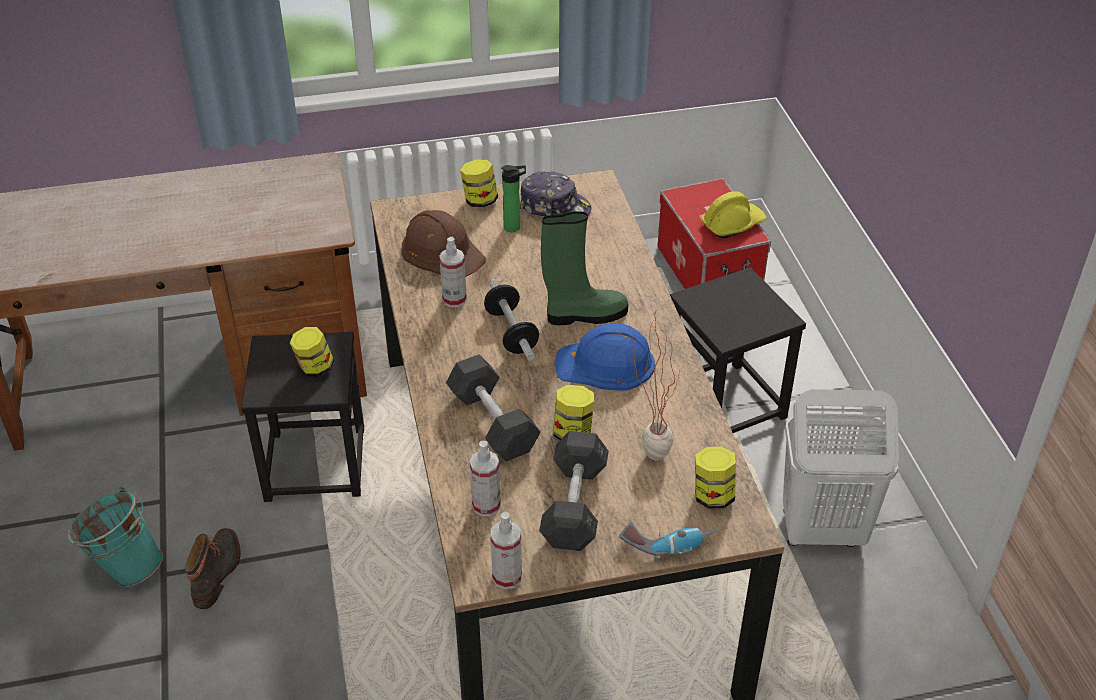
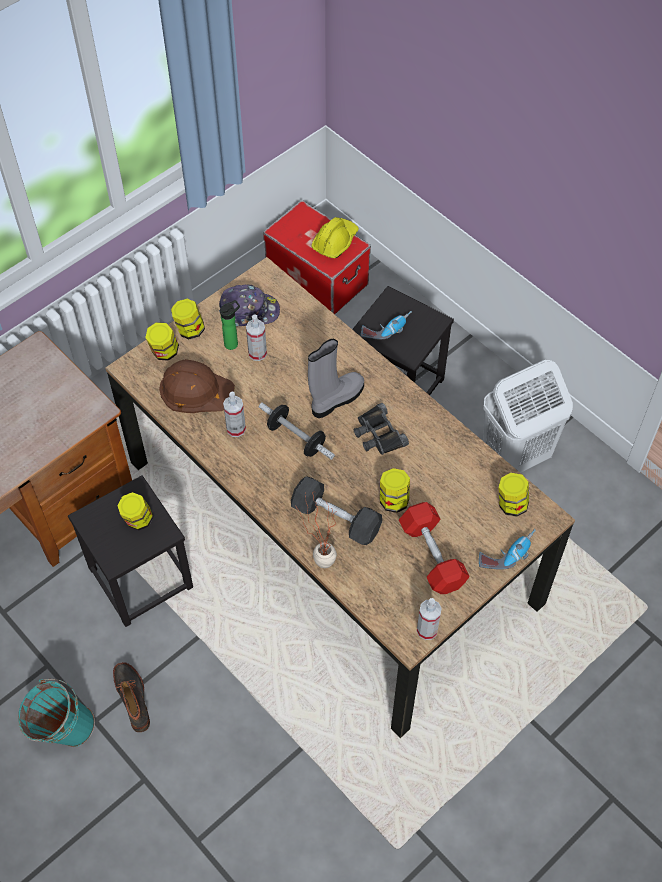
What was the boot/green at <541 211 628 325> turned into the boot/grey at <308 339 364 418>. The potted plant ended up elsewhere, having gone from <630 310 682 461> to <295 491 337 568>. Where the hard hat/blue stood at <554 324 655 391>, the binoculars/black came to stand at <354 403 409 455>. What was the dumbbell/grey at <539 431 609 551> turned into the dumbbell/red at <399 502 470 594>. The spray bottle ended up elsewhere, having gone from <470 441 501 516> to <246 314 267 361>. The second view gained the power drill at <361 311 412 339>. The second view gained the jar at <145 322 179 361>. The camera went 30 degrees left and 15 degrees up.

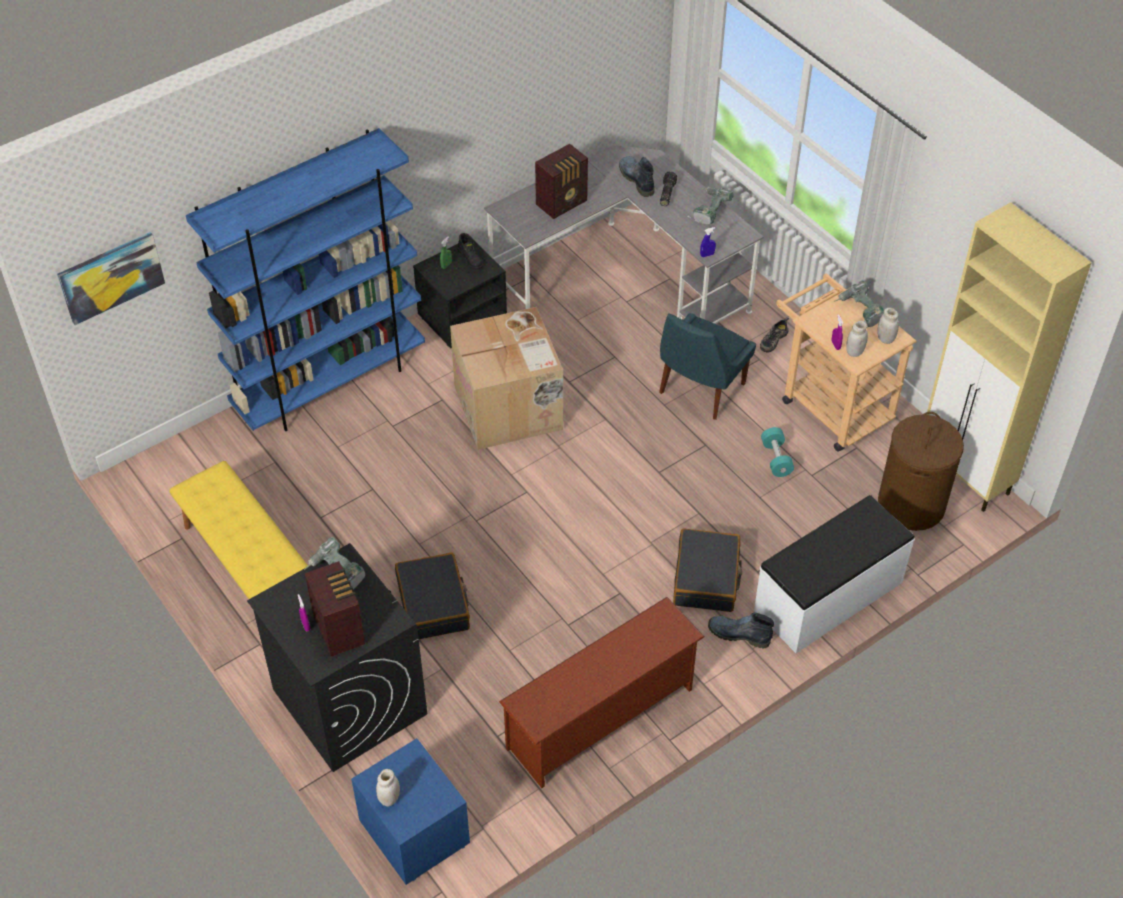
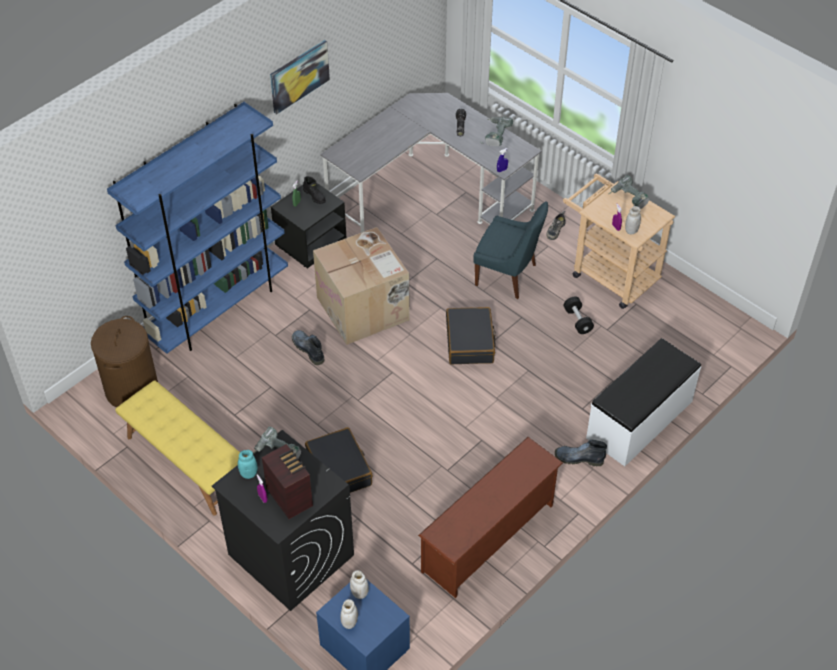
The second view lost the radio at <535 144 588 219>. The boot ended up elsewhere, having gone from <619 156 655 197> to <292 330 325 365>. The second view lost the cabinet/beige at <926 202 1092 512>. The picture ended up elsewhere, having gone from <57 232 165 325> to <270 40 330 114>. The jar/white ended up elsewhere, having gone from <877 308 899 344> to <350 570 369 599>. The chair/blue at <659 313 756 420> ended up facing another way, 90 degrees counterclockwise from before. The laundry basket/brown ended up elsewhere, having gone from <878 412 963 531> to <91 316 158 408>. What was the dumbbell/turquoise at <761 427 794 477> turned into the dumbbell/black at <564 297 594 334>. The suitcase/black ended up elsewhere, having gone from <673 528 742 612> to <446 307 496 364>. The second view gained the jar/turquoise at <238 450 258 479>. The camera went 10 degrees left and 0 degrees up.

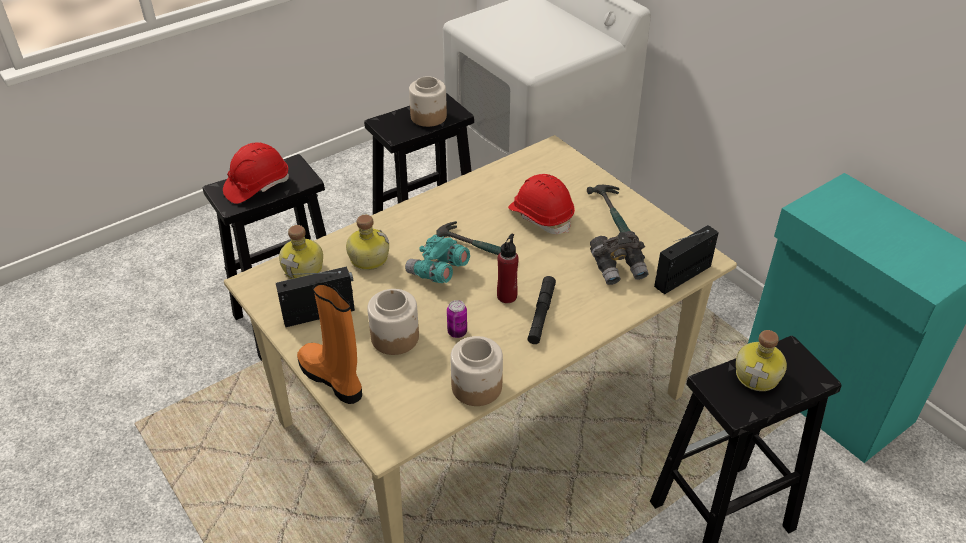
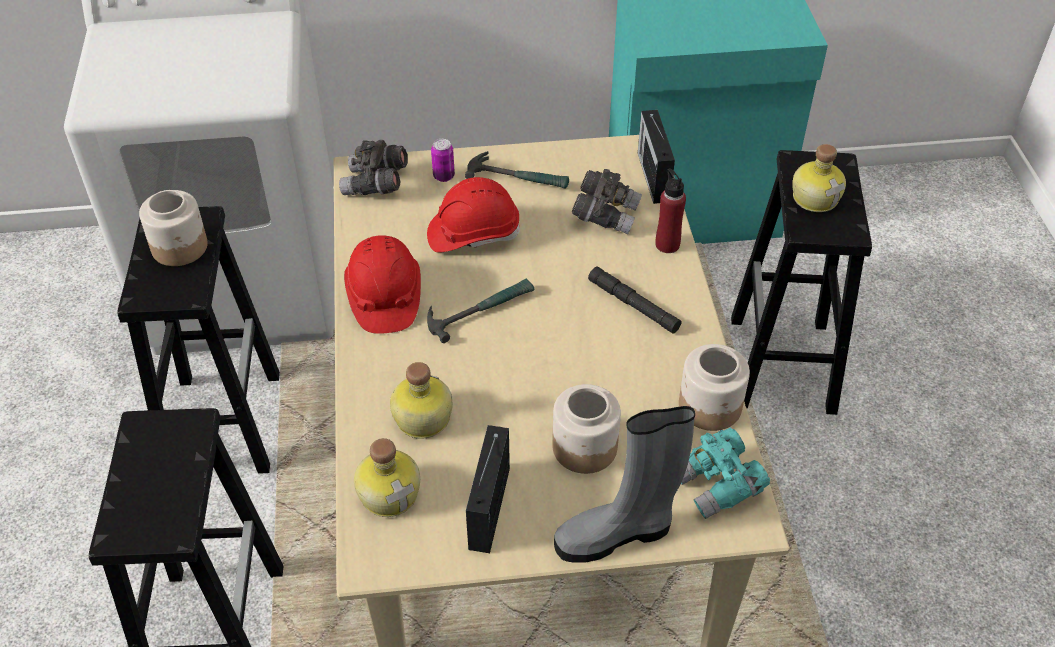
The hard hat/red ended up elsewhere, having gone from <223 142 289 204> to <344 235 421 334>. The binoculars/turquoise ended up elsewhere, having gone from <405 234 470 283> to <681 428 770 519>. The bottle/red ended up elsewhere, having gone from <497 234 519 303> to <656 168 686 253>. What was the boot/orange at <297 282 362 404> turned into the boot/grey at <554 406 695 562>. The can ended up elsewhere, having gone from <447 300 467 338> to <431 139 455 182>. The second view gained the binoculars/grey at <339 140 408 195>. The camera went 60 degrees left and 5 degrees up.

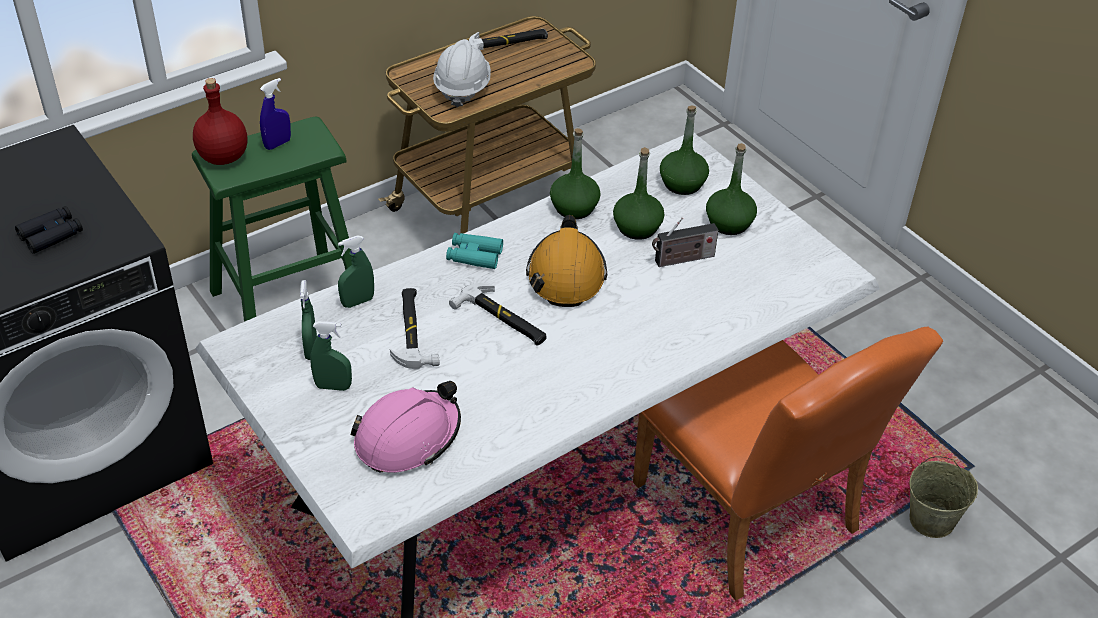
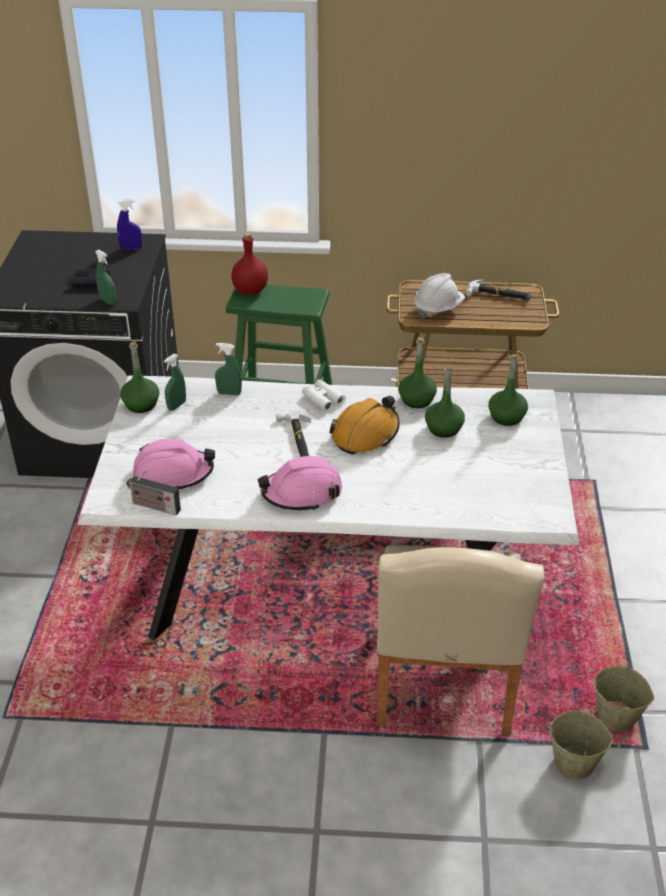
The spray bottle/blue ended up elsewhere, having gone from <260 78 291 150> to <117 200 142 250>. The bottle/green ended up elsewhere, having gone from <706 143 757 235> to <120 341 160 413>. The radio ended up elsewhere, having gone from <652 218 718 267> to <126 470 181 516>. What was the binoculars/turquoise at <446 233 503 269> turned into the binoculars/white at <302 380 346 412>. The second view lost the hammer at <390 288 439 369>. The spray bottle/green ended up elsewhere, having gone from <310 321 352 391> to <95 249 116 305>. What was the chair/orange at <633 327 943 600> turned into the chair/beige at <377 545 544 736>. The second view gained the hard hat/pink at <258 456 342 511>. The second view gained the bucket/beige at <594 662 654 732>. The camera went 40 degrees right and 5 degrees down.

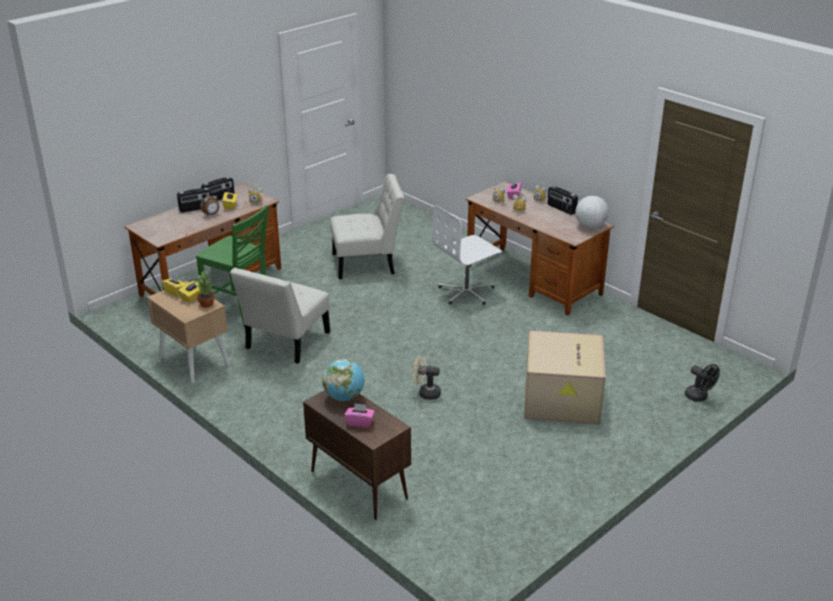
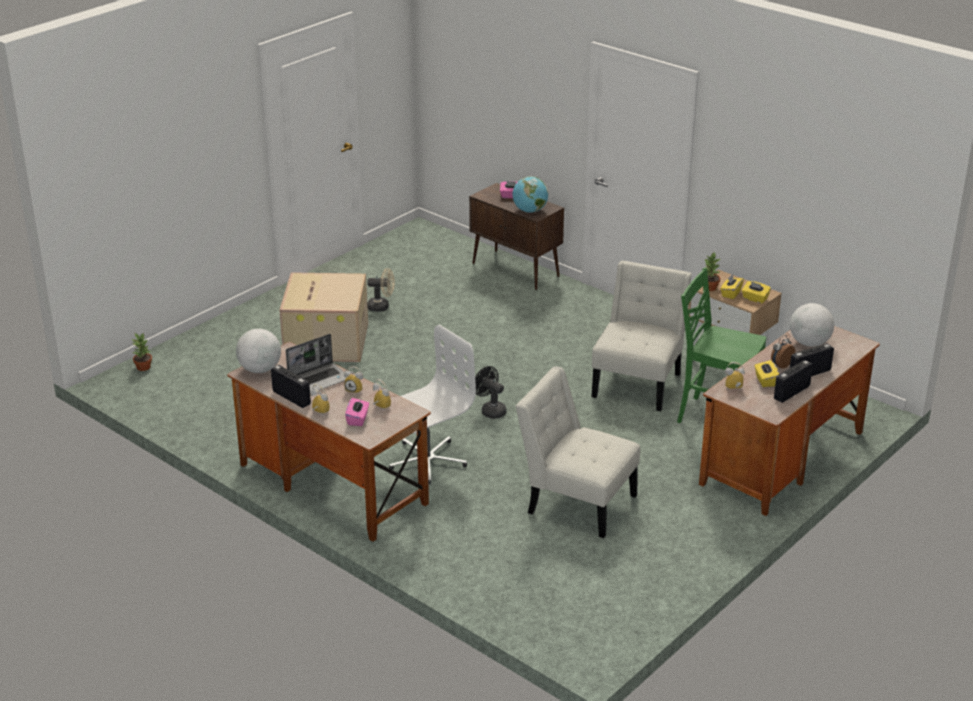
The chair/white at <330 174 404 279> ended up facing another way, 45 degrees clockwise from before. The fan/beige ended up elsewhere, having gone from <412 356 441 400> to <367 268 395 312>. The fan/black ended up elsewhere, having gone from <685 364 720 402> to <475 366 507 419>. The second view gained the globe at <790 303 834 347>. The second view gained the potted plant at <132 333 152 371>. The second view gained the laptop at <286 334 346 391>. The camera went 175 degrees right and 0 degrees up.

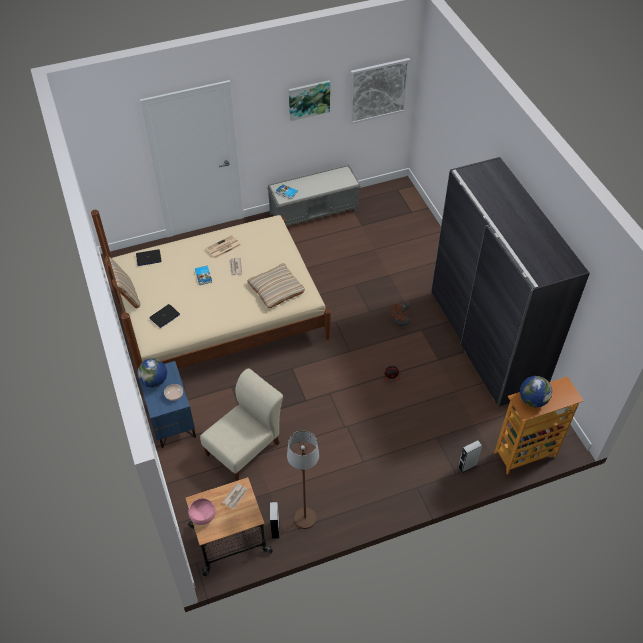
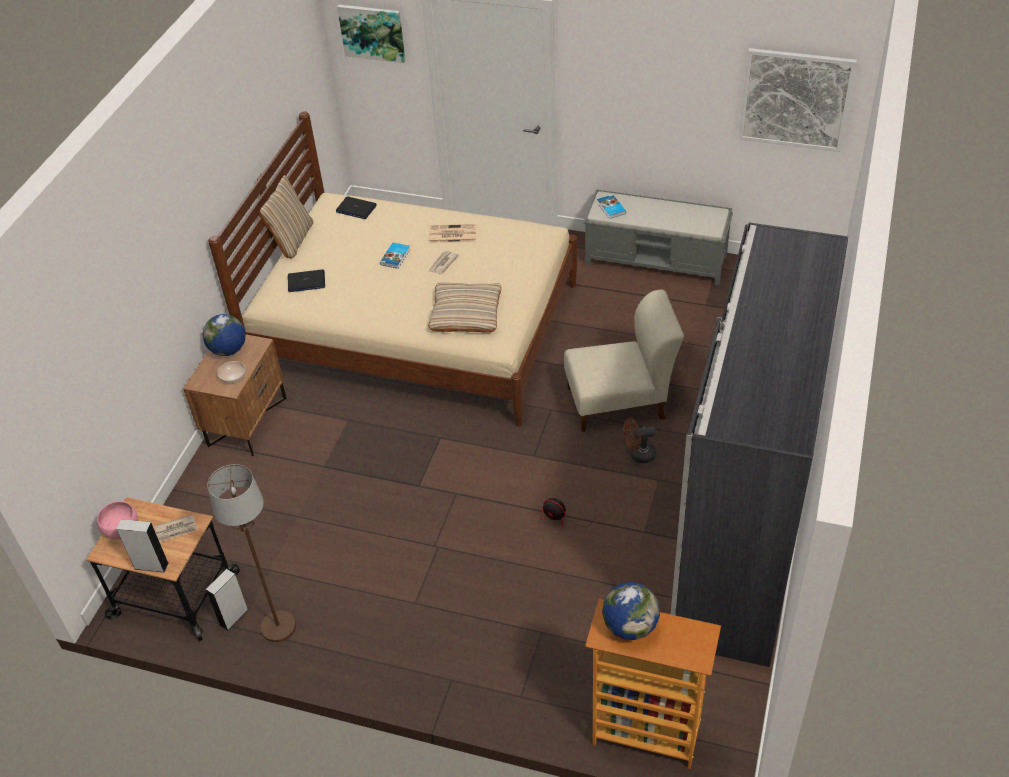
The picture ended up elsewhere, having gone from <289 80 330 121> to <337 5 406 63>. What was the nightstand/blue at <137 361 196 448> turned into the nightstand/brown at <183 334 287 456>. The chair/beige ended up elsewhere, having gone from <200 368 283 481> to <564 289 684 432>. The speaker/grey ended up elsewhere, having gone from <458 440 482 473> to <117 519 169 573>. The camera went 40 degrees right and 5 degrees down.

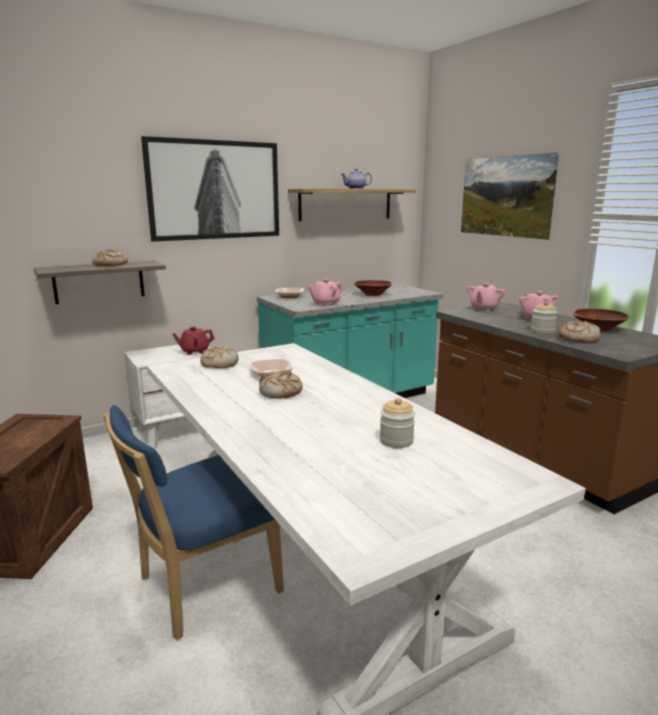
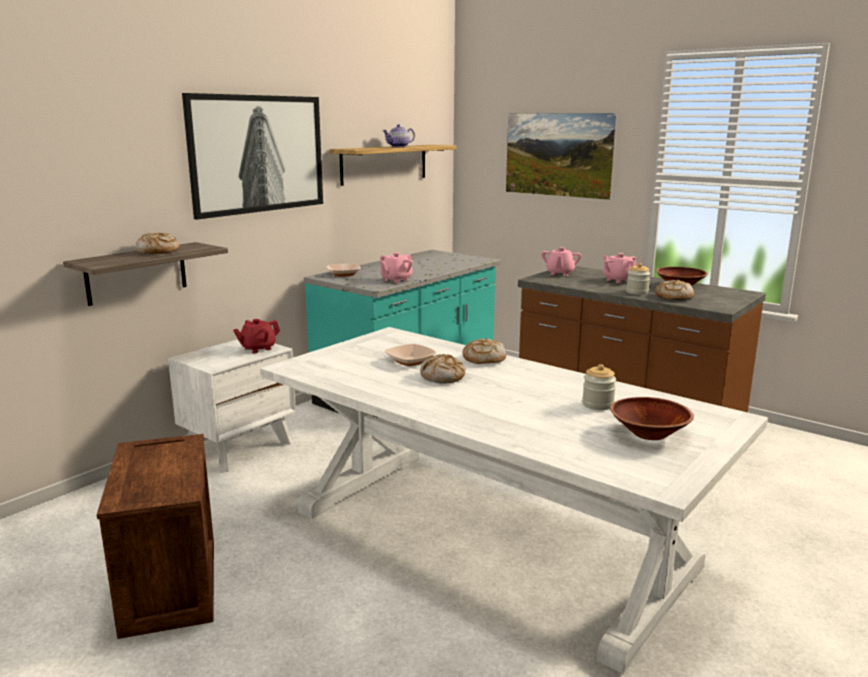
The bowl/brown ended up elsewhere, having gone from <354 280 393 296> to <610 397 694 440>. The bread ended up elsewhere, having gone from <200 346 239 368> to <462 338 506 364>. The second view lost the chair/blue at <103 405 284 640>. The camera went 20 degrees left and 0 degrees up.

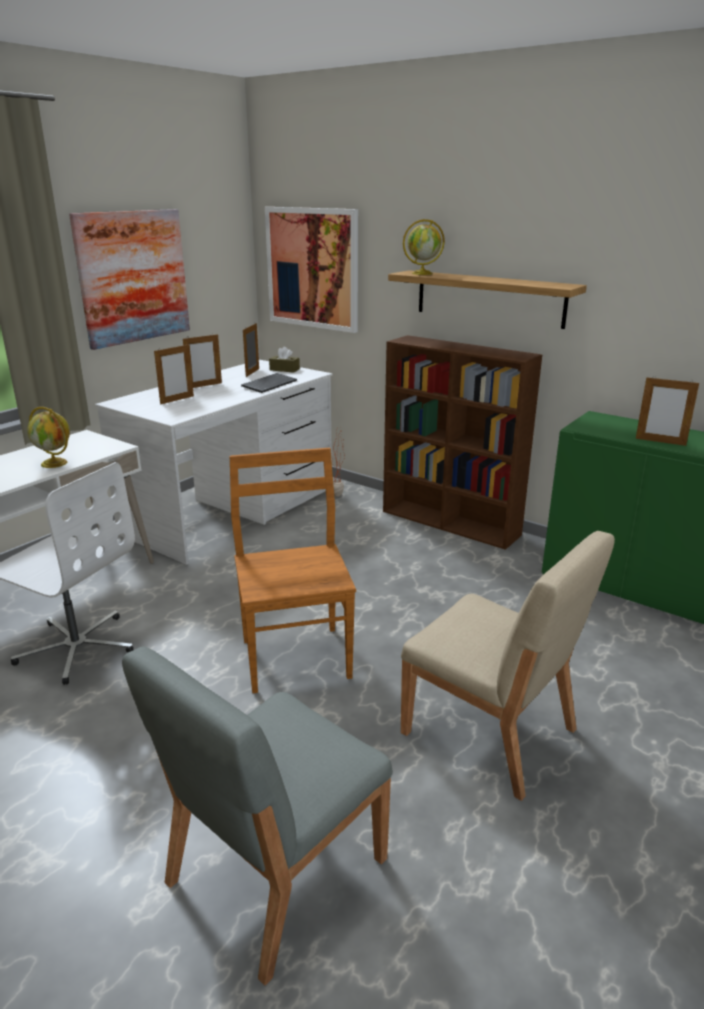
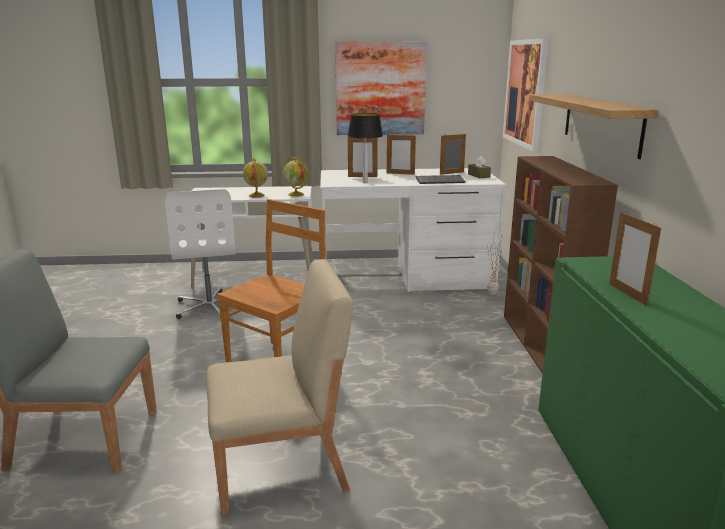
The globe ended up elsewhere, having gone from <403 219 445 275> to <283 157 308 197>. The chair/beige at <401 531 615 801> ended up facing another way, 105 degrees counterclockwise from before. The second view gained the table lamp at <348 113 383 183>. The camera went 50 degrees right and 5 degrees down.

